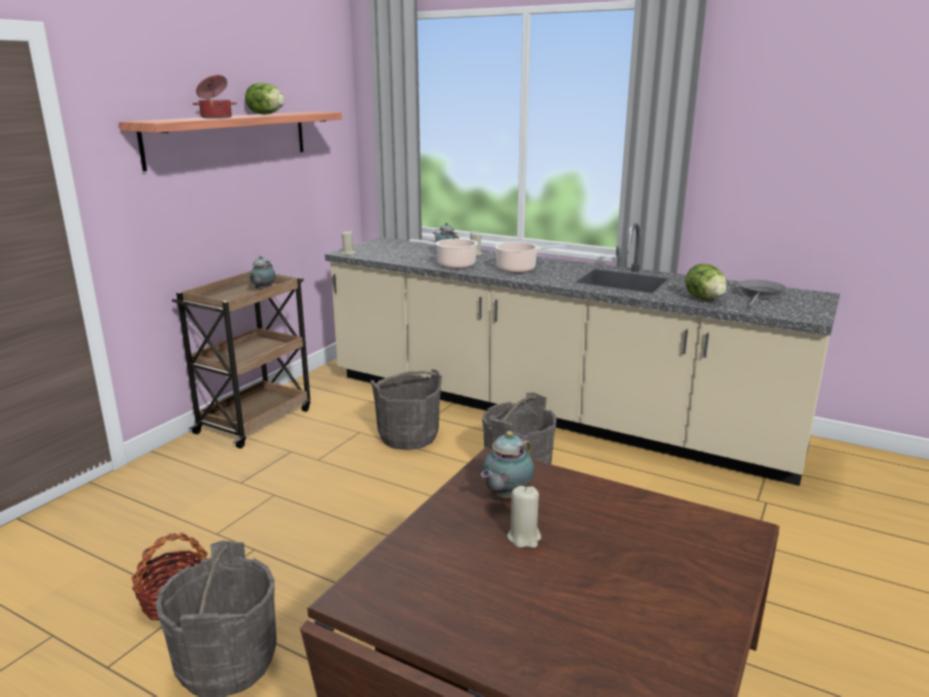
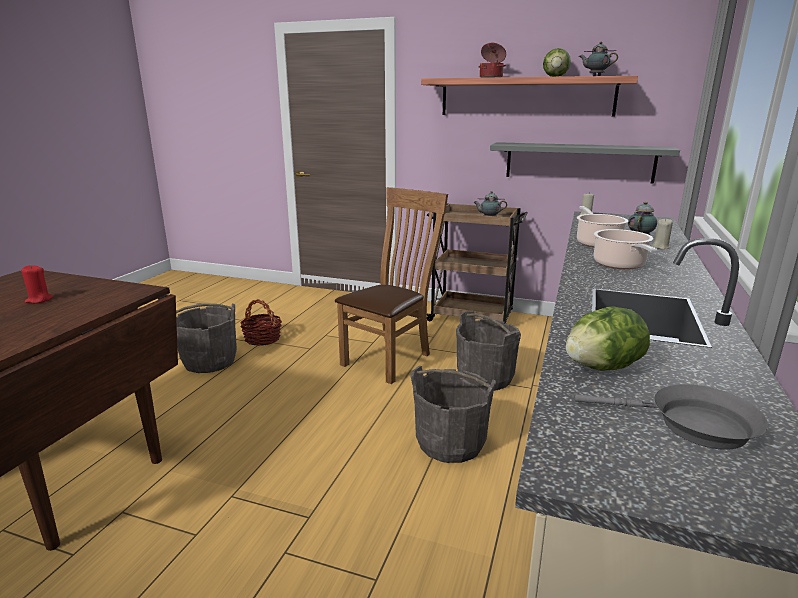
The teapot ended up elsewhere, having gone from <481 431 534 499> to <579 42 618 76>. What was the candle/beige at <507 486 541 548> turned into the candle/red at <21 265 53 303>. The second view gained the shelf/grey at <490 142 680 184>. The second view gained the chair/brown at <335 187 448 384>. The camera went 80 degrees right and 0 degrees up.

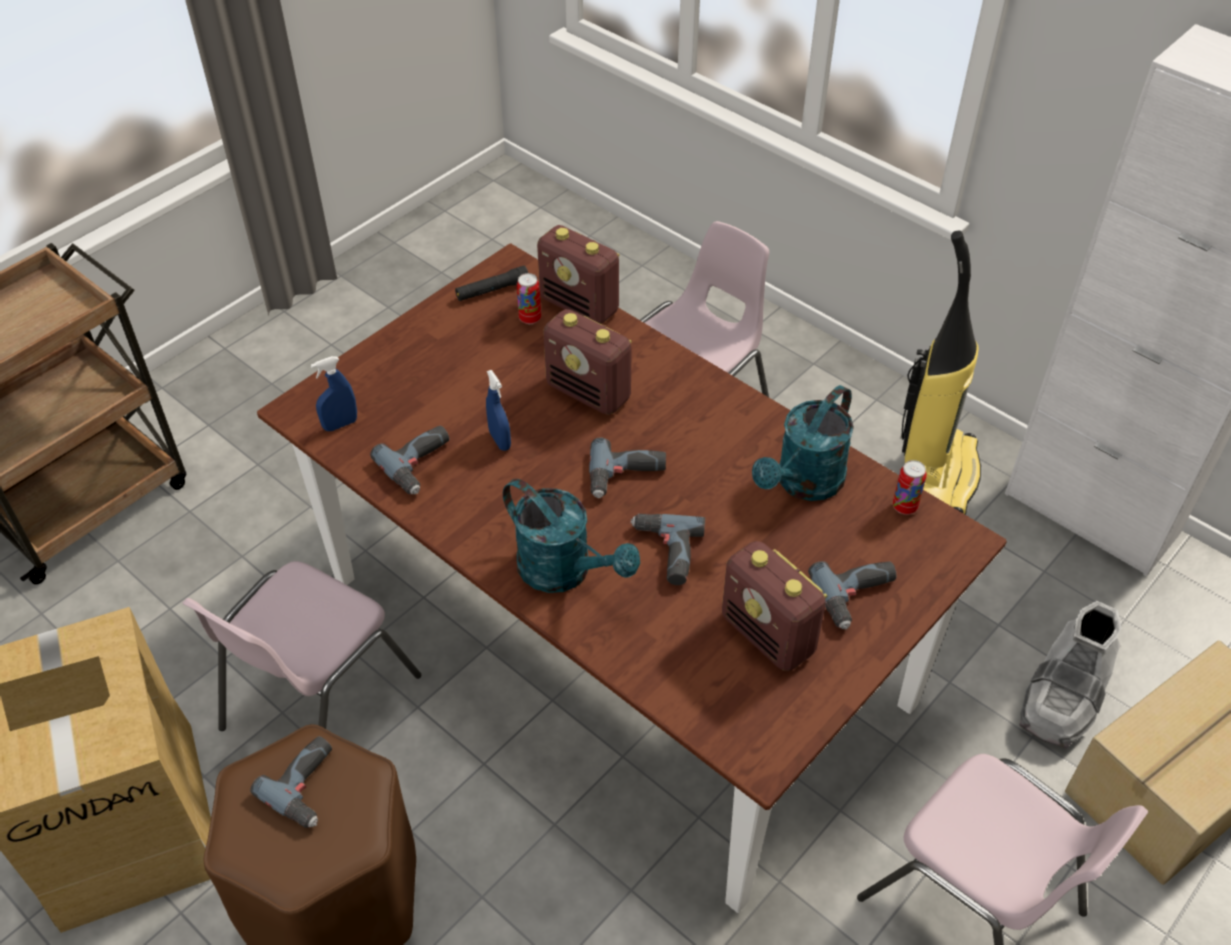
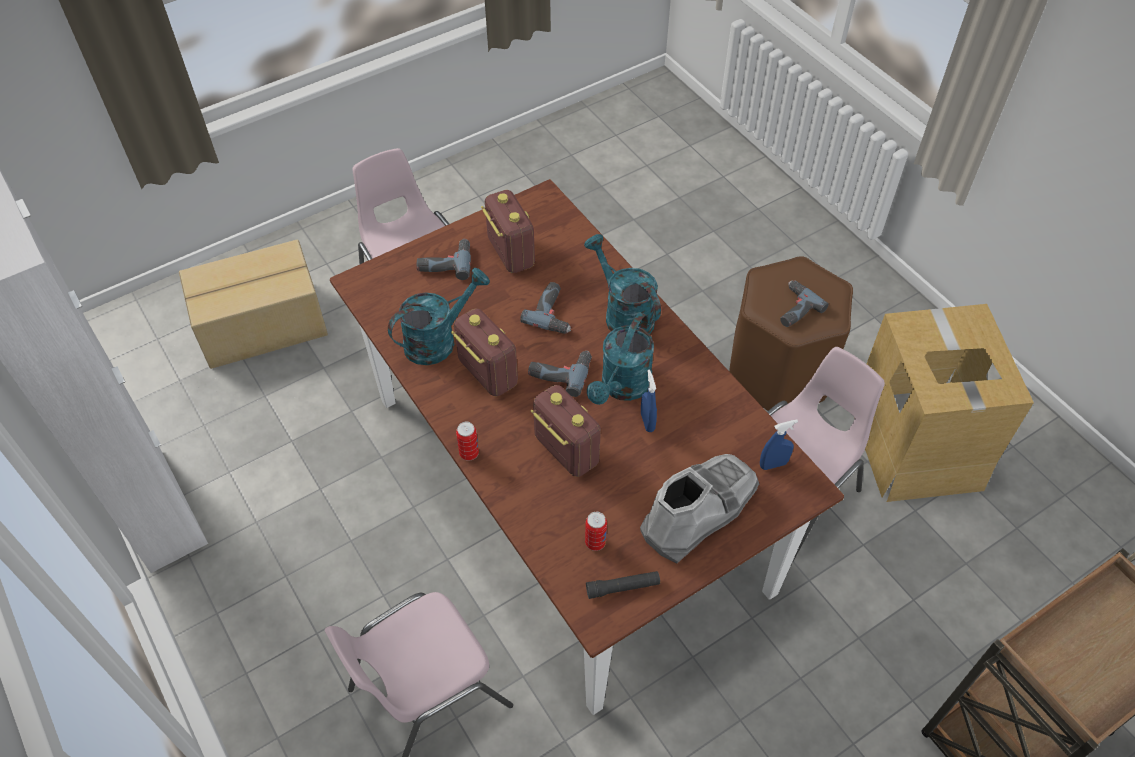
The radio ended up elsewhere, having gone from <537 225 620 324> to <451 309 518 396>. The second view lost the vacuum cleaner at <900 231 981 514>. The second view lost the power drill at <370 425 449 494>. The can ended up elsewhere, having gone from <893 460 927 515> to <456 422 479 461>. The boot/grey ended up elsewhere, having gone from <1020 601 1122 748> to <640 454 759 564>. The second view gained the watering can/turquoise at <587 313 654 405>. The camera went 165 degrees left and 5 degrees up.

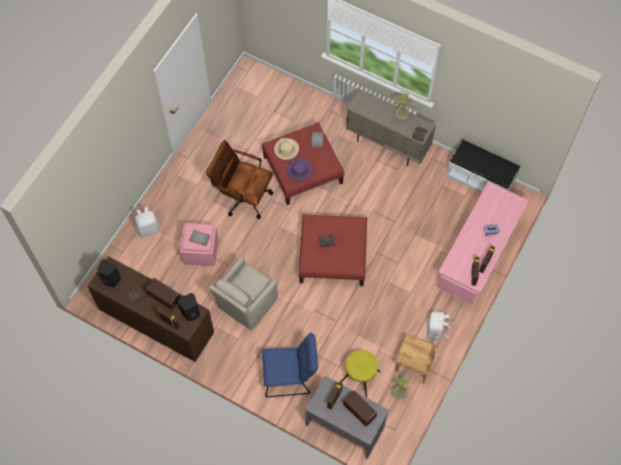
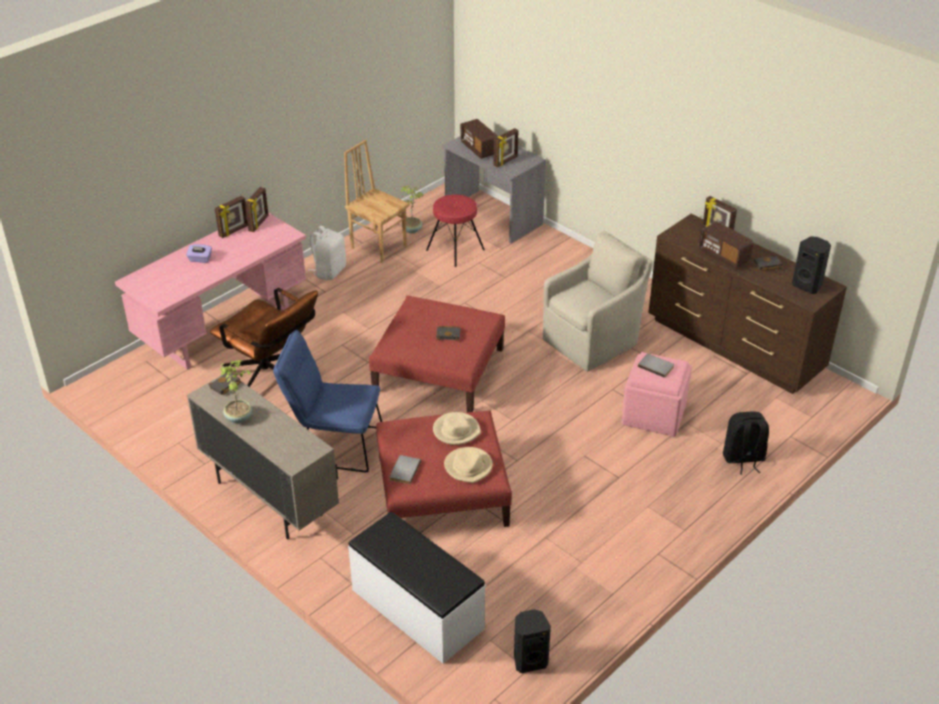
The bench/white ended up elsewhere, having gone from <446 139 520 193> to <348 512 486 664>. The office chair/brown ended up elsewhere, having gone from <206 140 273 219> to <210 288 318 387>. What was the hat/purple at <286 159 312 181> turned into the hat/beige at <433 412 481 445>. What was the backpack/white at <135 207 160 237> turned into the backpack/black at <723 411 769 475>. The speaker/black ended up elsewhere, having gone from <178 293 200 321> to <514 609 551 673>. The chair/blue ended up elsewhere, having gone from <262 332 318 397> to <273 330 382 472>. What was the stool/yellow at <341 350 380 397> turned into the stool/red at <426 194 485 267>. The camera went 165 degrees left and 25 degrees down.

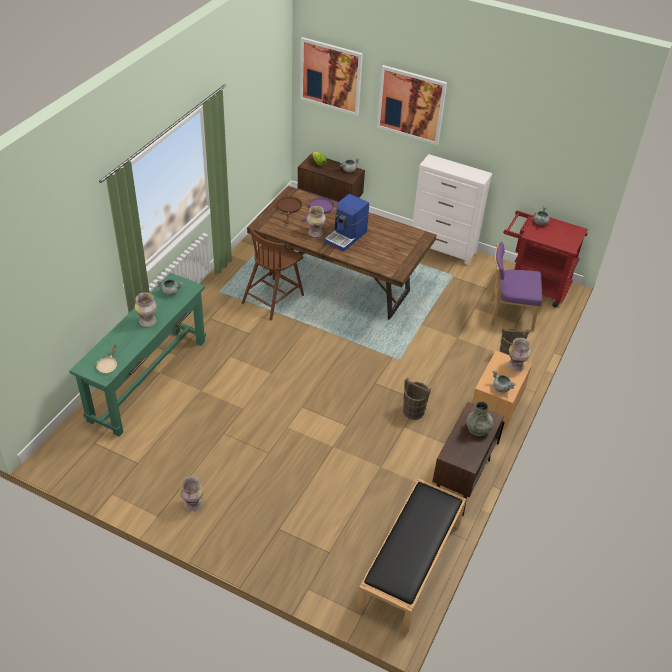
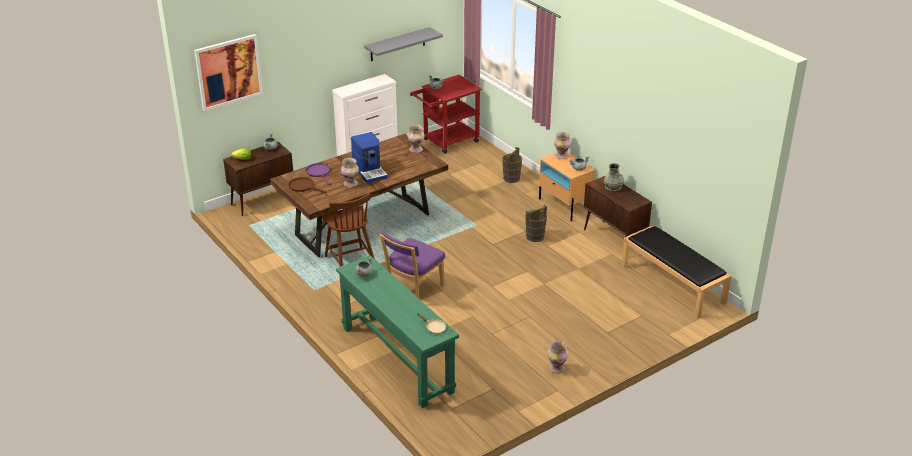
The second view lost the picture at <377 65 447 145>. The chair/purple ended up elsewhere, having gone from <491 242 542 331> to <380 231 445 298>. The vase ended up elsewhere, having gone from <135 292 157 327> to <407 125 424 153>. The second view gained the shelf/grey at <364 27 443 61>. The camera went 60 degrees left and 10 degrees down.

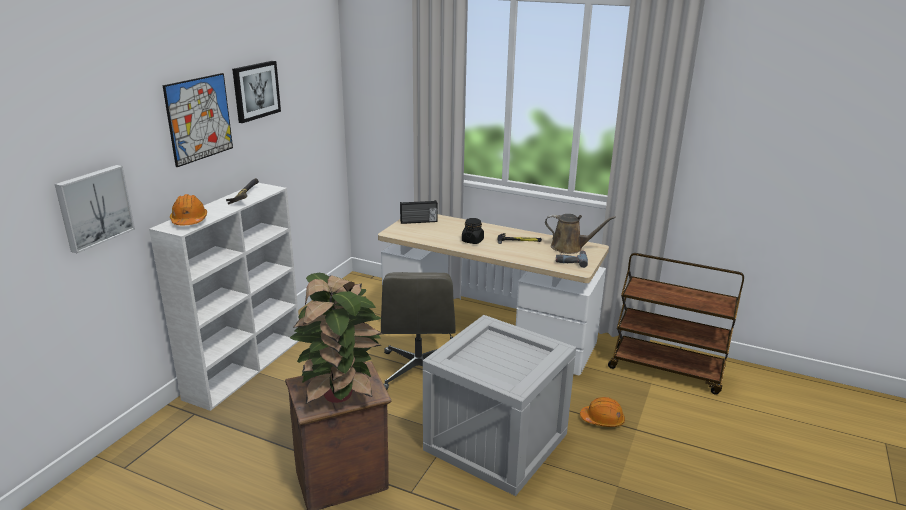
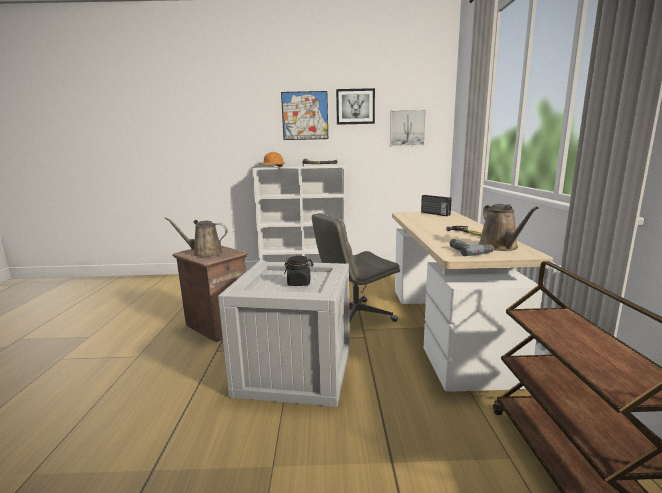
The picture ended up elsewhere, having gone from <55 165 135 253> to <390 109 426 147>. The jar/black ended up elsewhere, having gone from <462 218 484 244> to <284 256 313 286>. Where the potted plant stood at <289 273 383 404>, the watering can/brown came to stand at <165 217 228 257>. The second view lost the hard hat/orange at <580 397 625 427>. The camera went 65 degrees right and 10 degrees down.

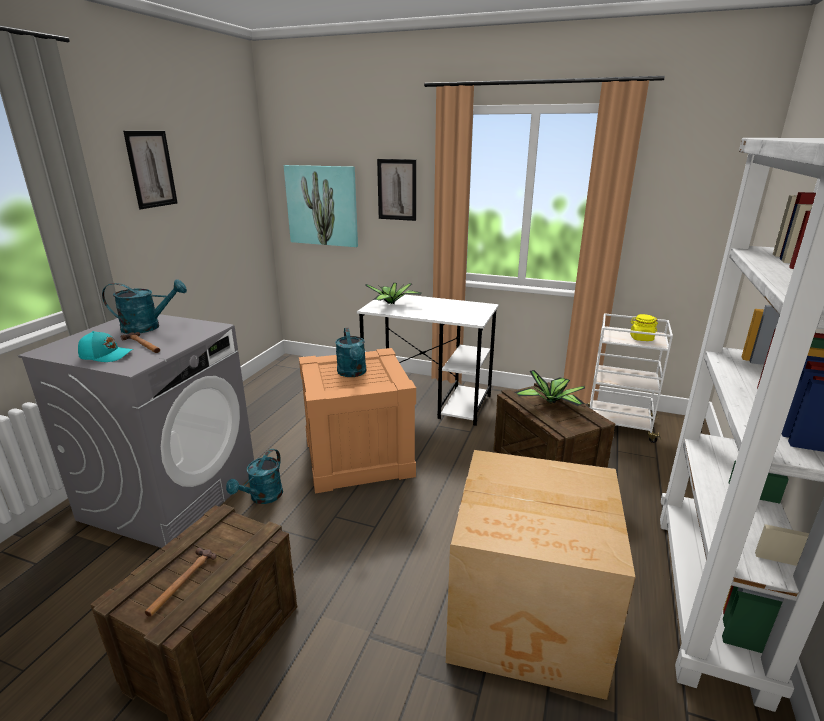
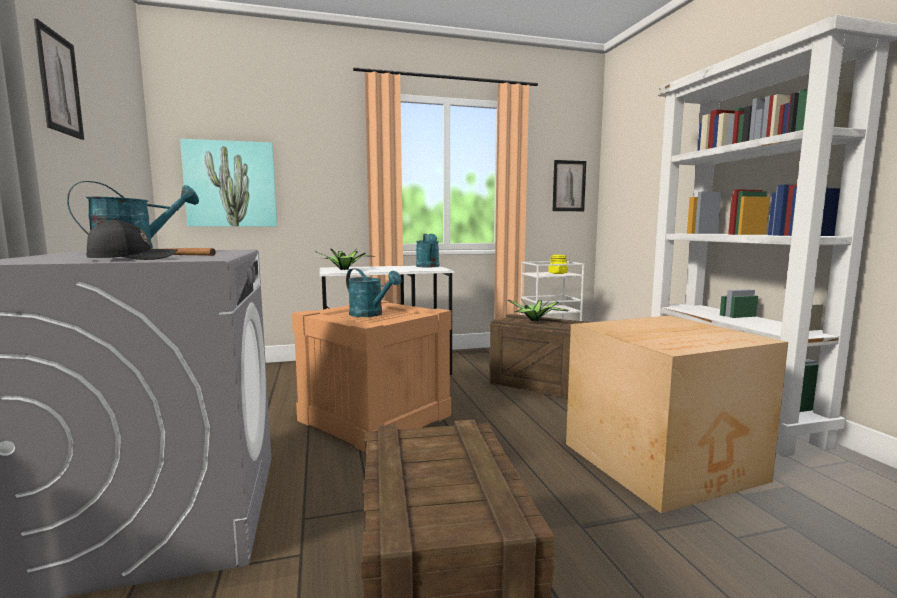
The picture ended up elsewhere, having gone from <377 159 416 221> to <553 160 586 211>. What was the cap/turquoise at <78 331 133 362> turned into the cap/black at <86 218 177 260>. The watering can/turquoise ended up elsewhere, having gone from <226 449 283 504> to <416 234 439 267>. The second view lost the hammer at <145 548 216 617>. The camera went 35 degrees left and 15 degrees down.

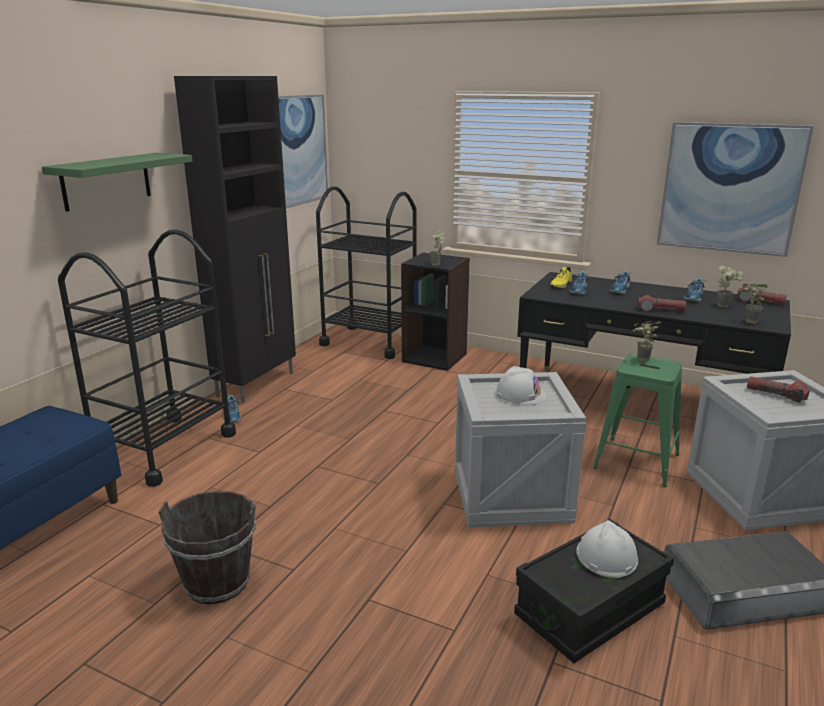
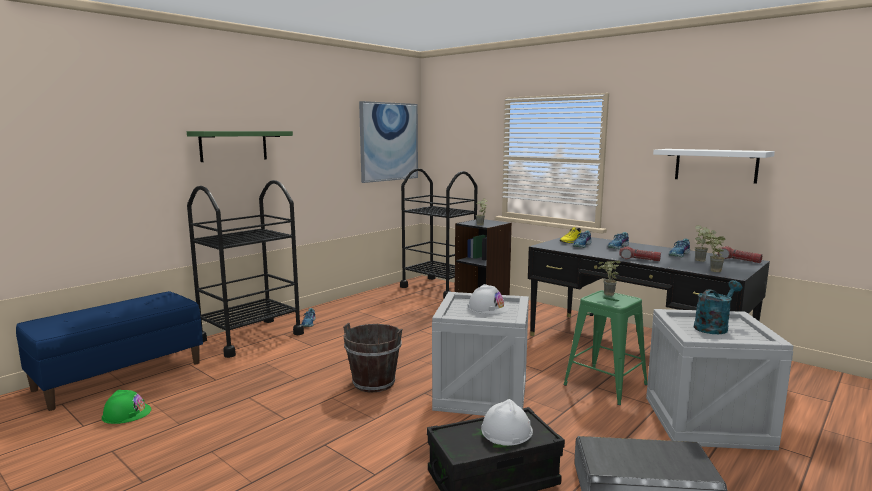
The second view lost the cabinet/black at <174 76 296 404>. Where the picture hung at <657 122 814 257>, the shelf/white came to hang at <653 149 775 184>. Where the flashlight stood at <747 376 810 403>, the watering can/turquoise came to stand at <694 280 742 334>. The bucket/brown ended up elsewhere, having gone from <158 491 256 604> to <343 323 402 392>. The second view gained the hard hat/green at <102 390 151 424>. The camera went 15 degrees right and 10 degrees down.

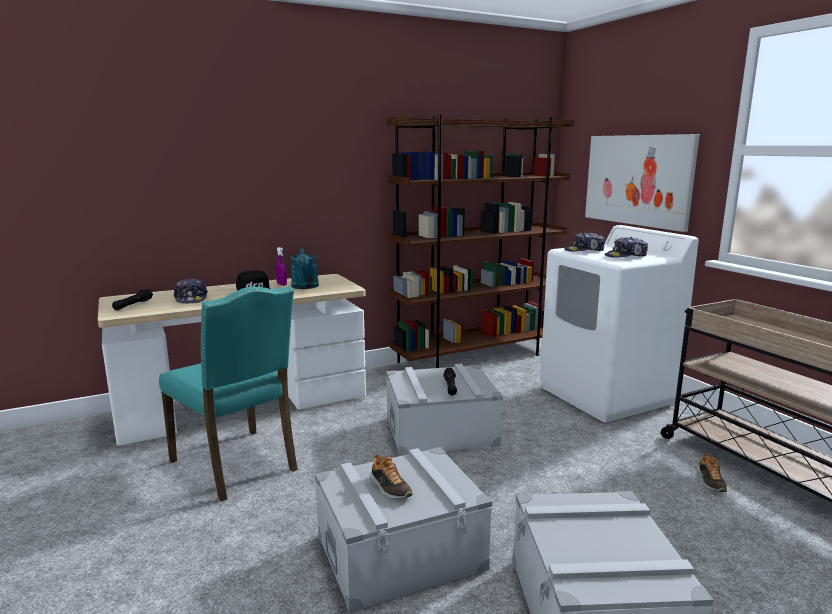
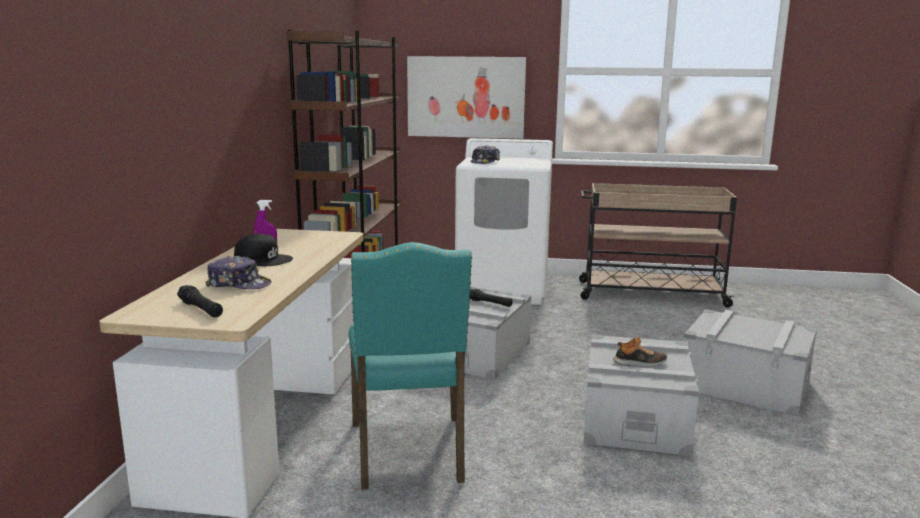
The second view lost the cap at <604 237 648 258>. The second view lost the watering can/turquoise at <290 246 319 289>. The chair/turquoise at <159 286 298 501> ended up facing another way, 90 degrees clockwise from before. The second view lost the shoe at <697 453 727 492>. The camera went 55 degrees left and 0 degrees up.

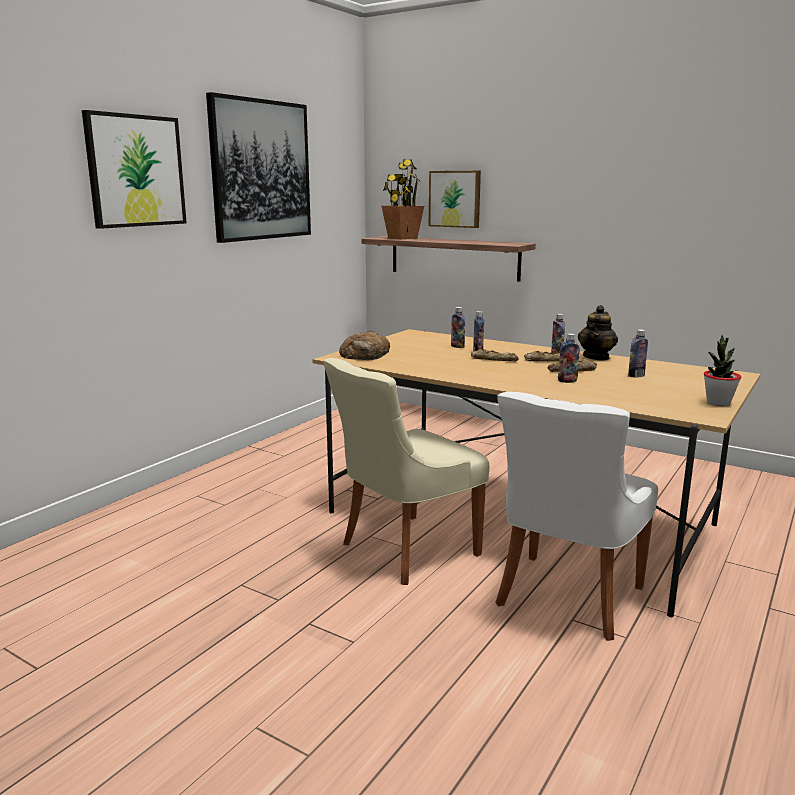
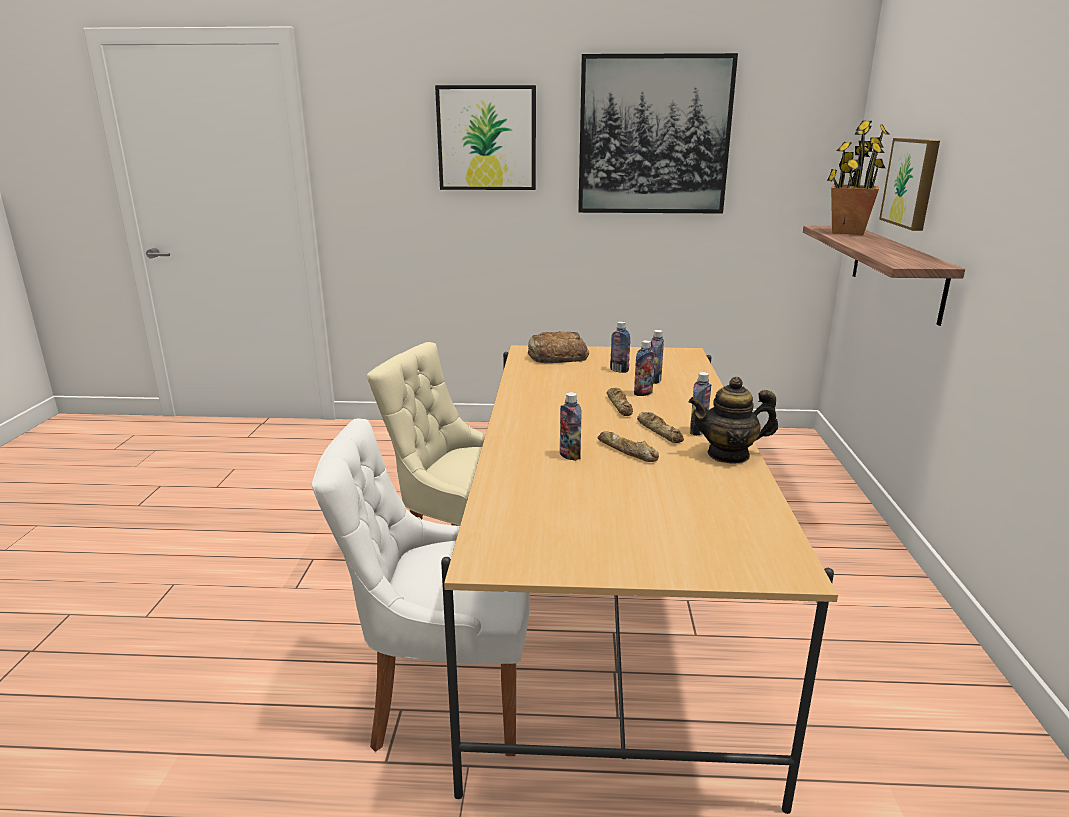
The bottle ended up elsewhere, having gone from <628 329 648 378> to <610 321 630 373>. The second view lost the potted plant at <704 335 741 406>. The camera went 60 degrees right and 5 degrees up.

